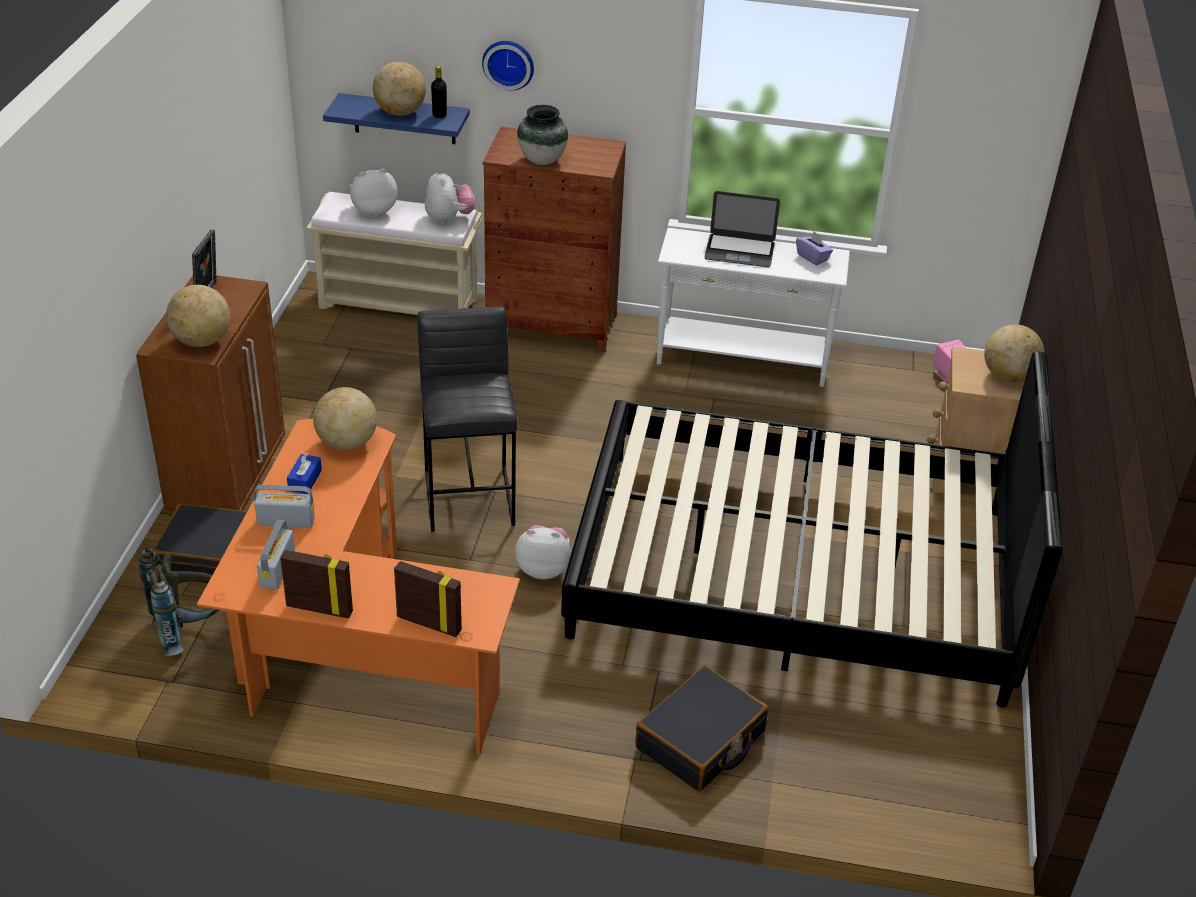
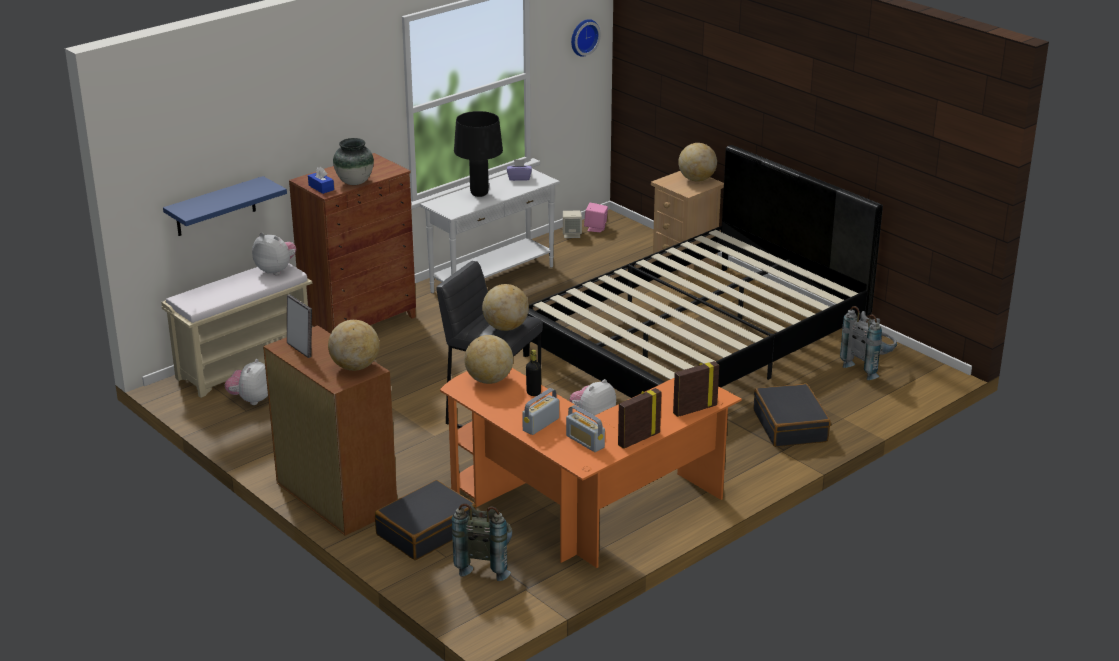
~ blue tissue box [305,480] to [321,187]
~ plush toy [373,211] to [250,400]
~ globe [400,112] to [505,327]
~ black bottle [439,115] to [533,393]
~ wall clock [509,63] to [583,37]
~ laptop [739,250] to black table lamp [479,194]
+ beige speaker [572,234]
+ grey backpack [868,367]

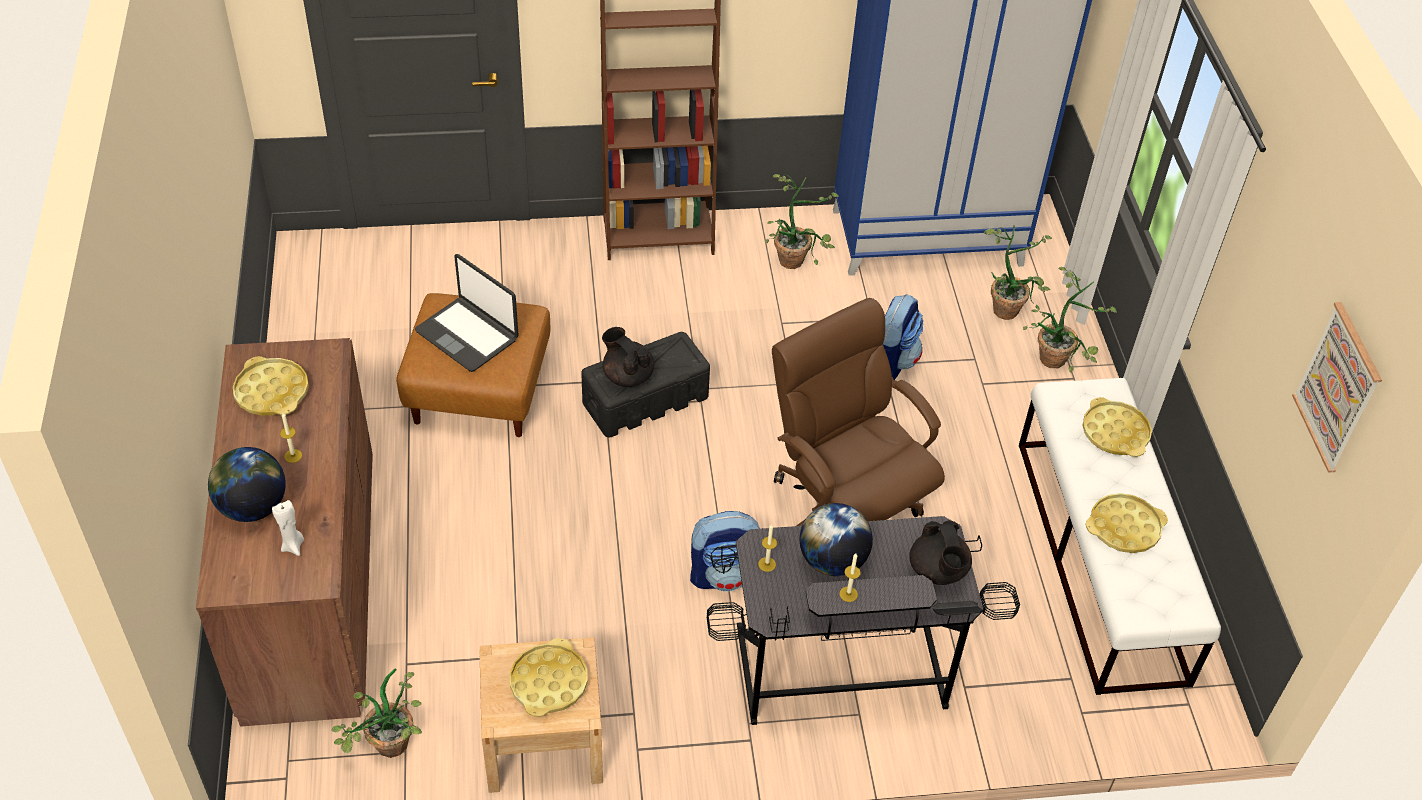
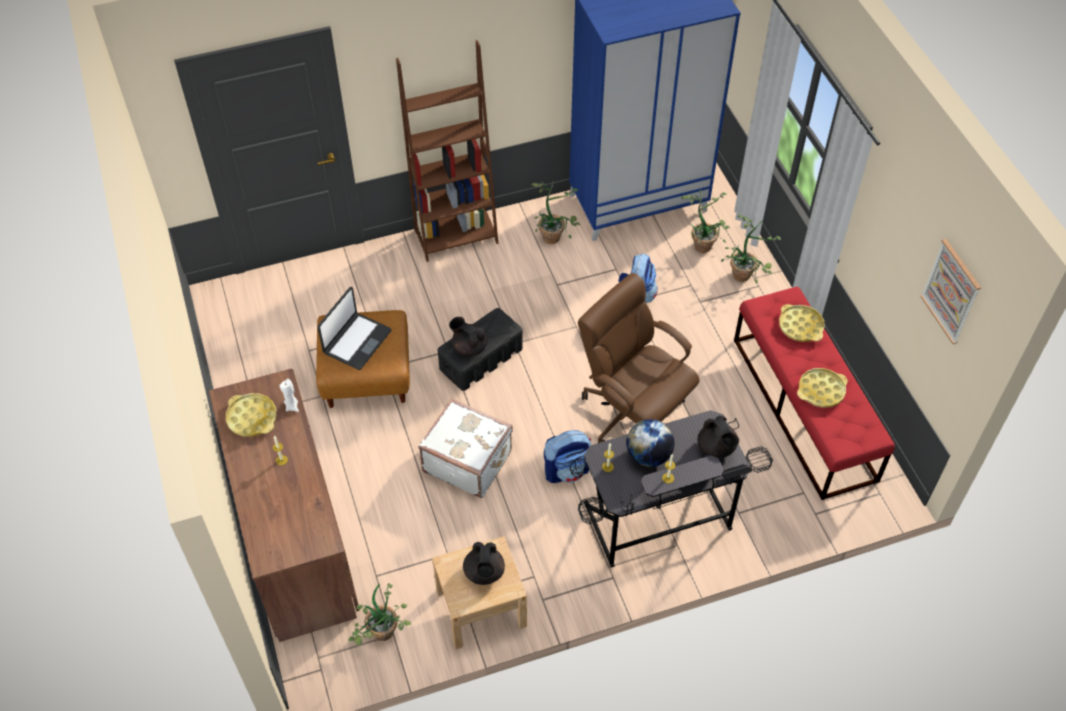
- globe [252,507]
~ white candle [293,546] to [292,406]
~ laptop [468,335] = [356,341] 90 degrees counterclockwise
~ yellow tray [548,682] to black teapot [484,573]
~ white bench [1100,560] to red bench [804,409]
+ white suitcase [467,460]

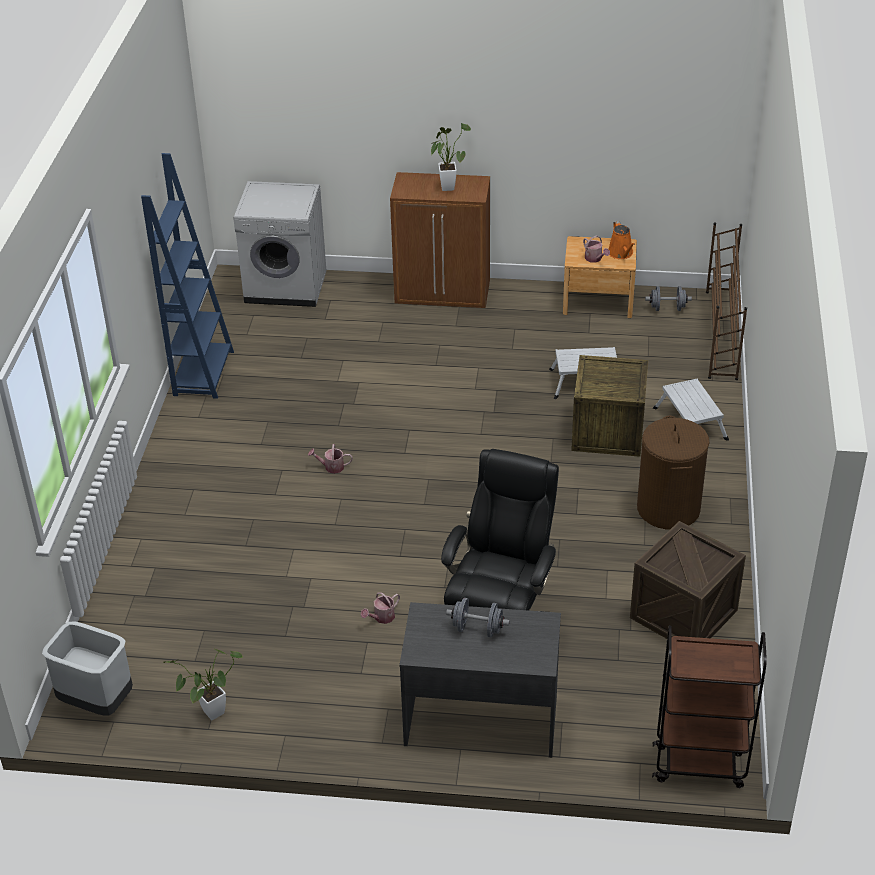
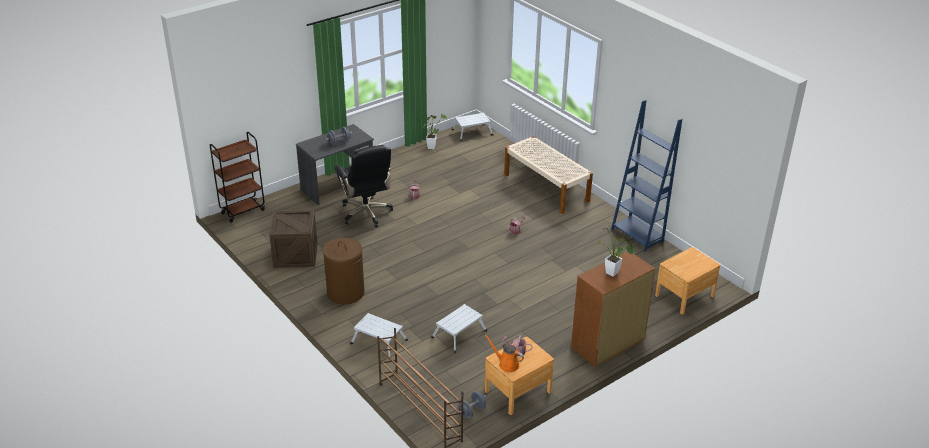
~ grey trash can [95,702] to white step ladder [472,132]
~ white washing machine [285,288] to brown nightstand [684,296]
- crate [608,431]
+ beige bench [546,188]

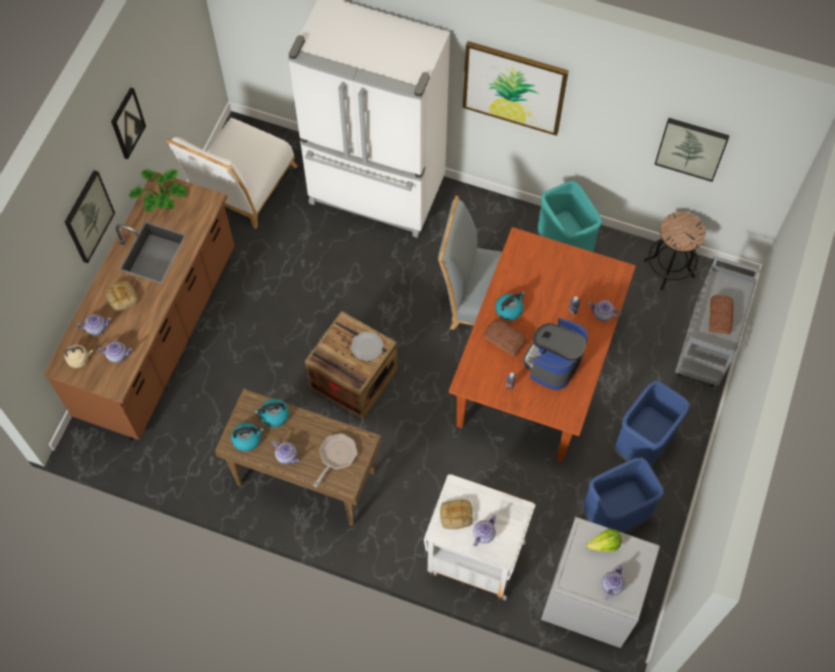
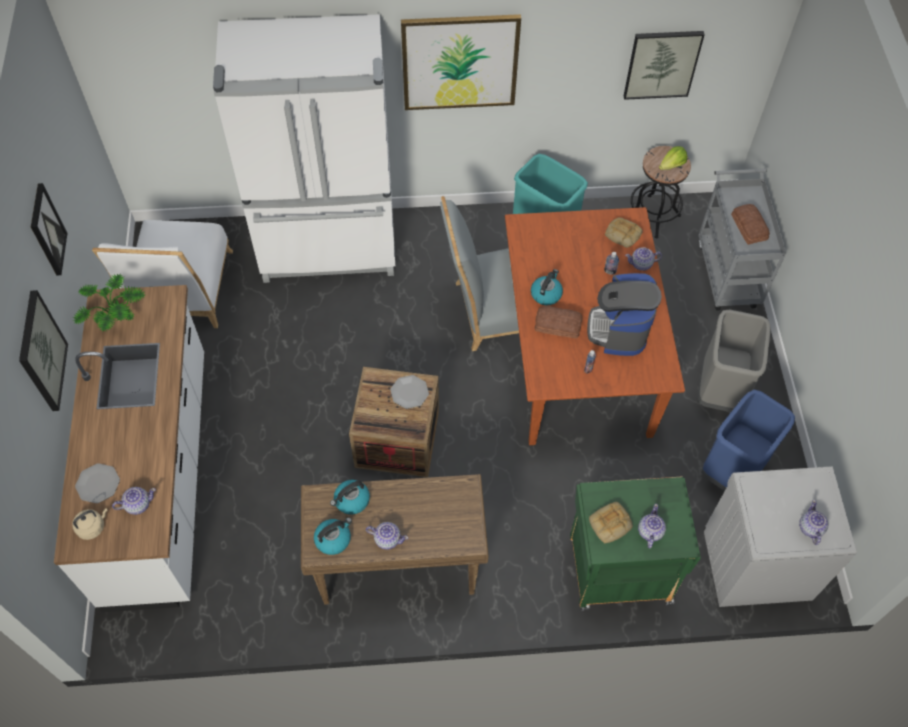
~ brown counter [160,335] to white counter [160,477]
~ teapot [96,328] to plate [98,484]
~ bread [121,297] to [622,234]
- frying pan [336,456]
~ white cart [474,556] to green cart [617,571]
~ lettuce [604,544] to [672,165]
~ blue trash can [642,445] to grey trash can [719,389]

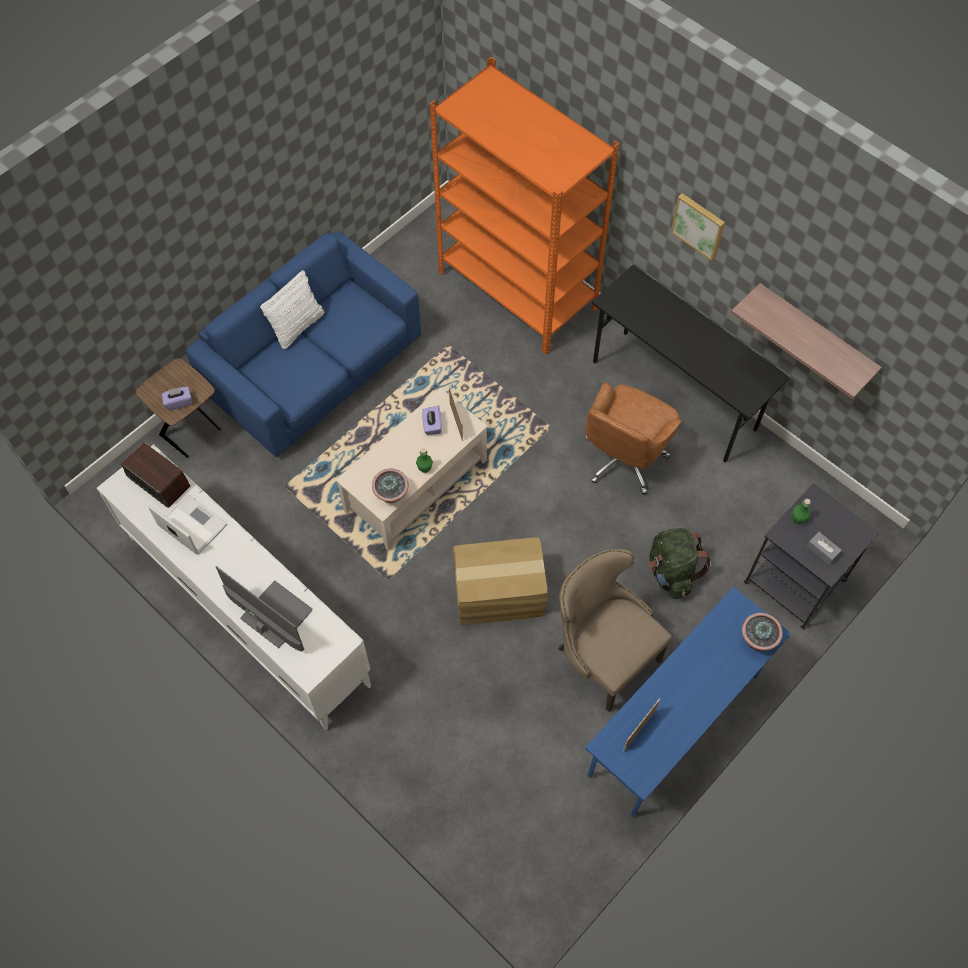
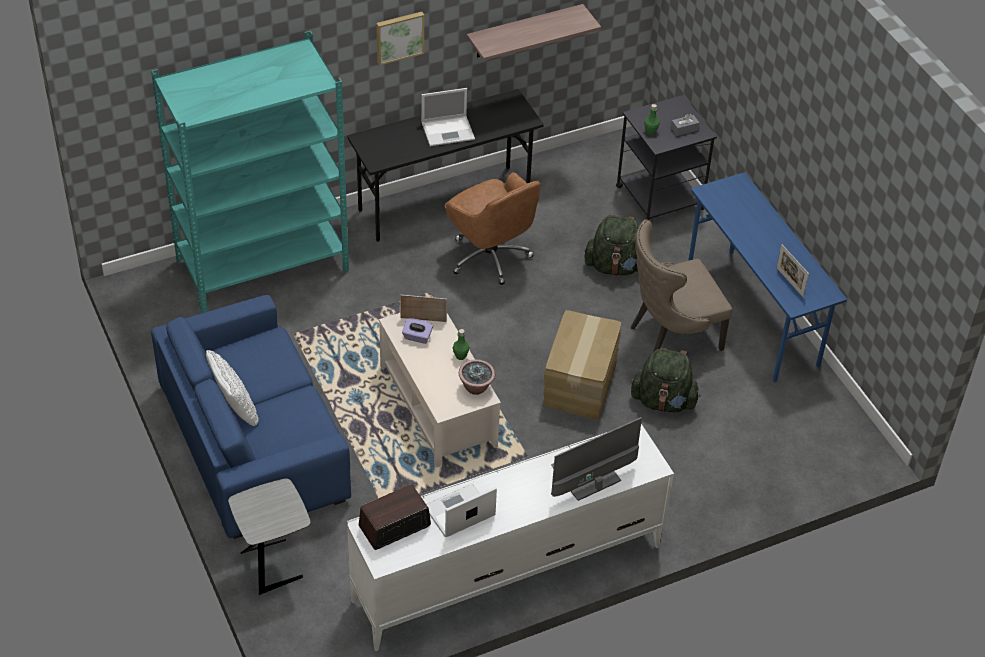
~ brown side table [192,432] to grey side table [273,565]
- purple tissue box [179,402]
~ orange bookcase [517,290] to turquoise bookcase [262,265]
- potted plant [757,640]
+ laptop [449,131]
+ green backpack [663,401]

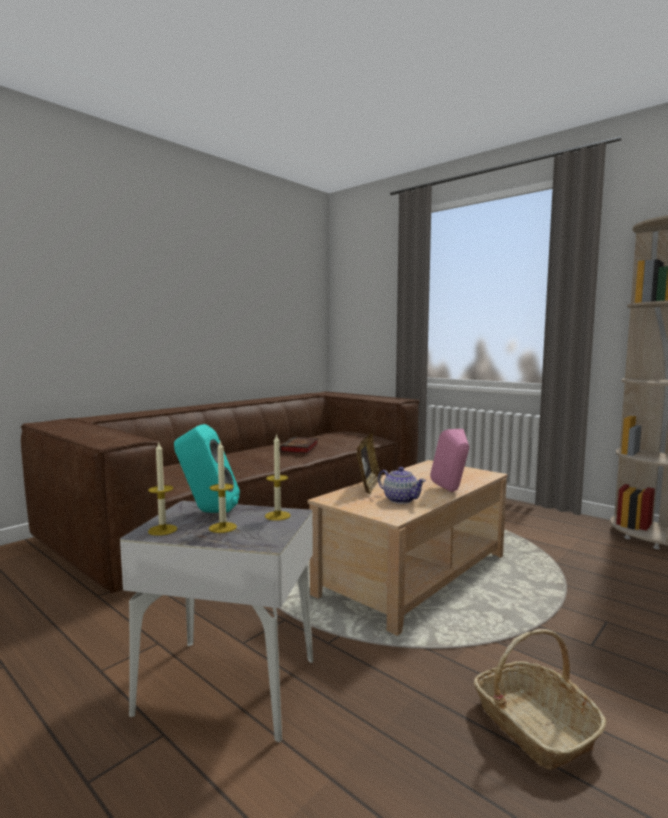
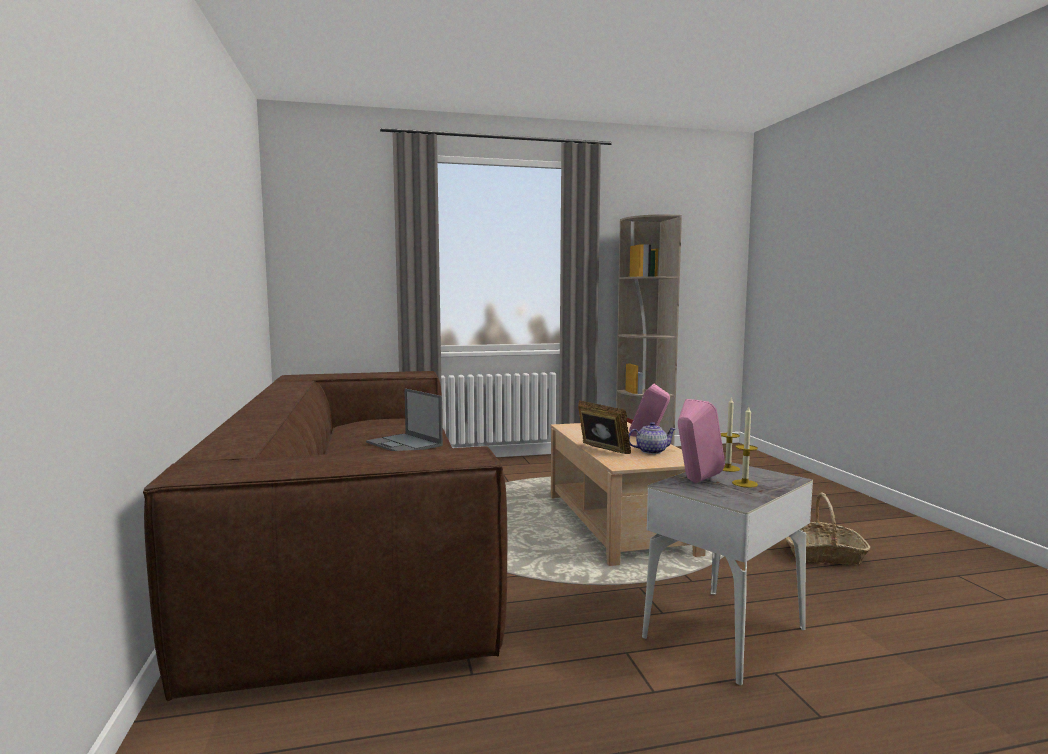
- candle [162,530]
~ turquoise speaker [207,512] to pink speaker [695,482]
~ book [299,448] to laptop [405,444]

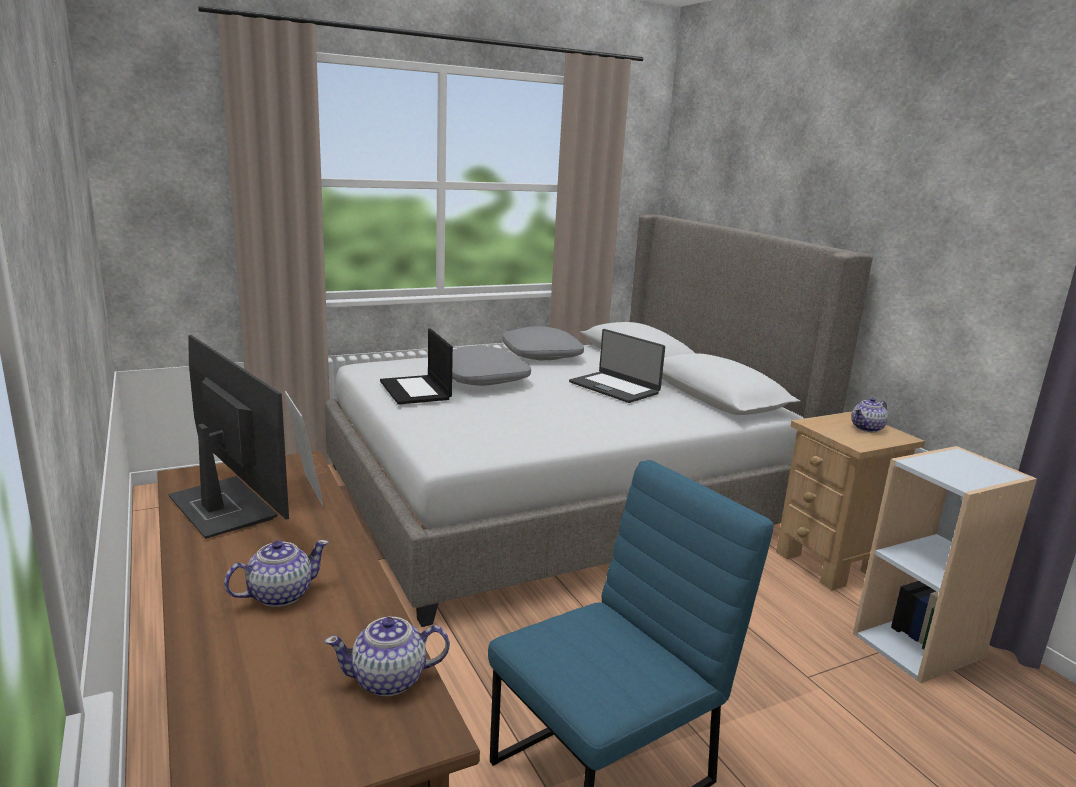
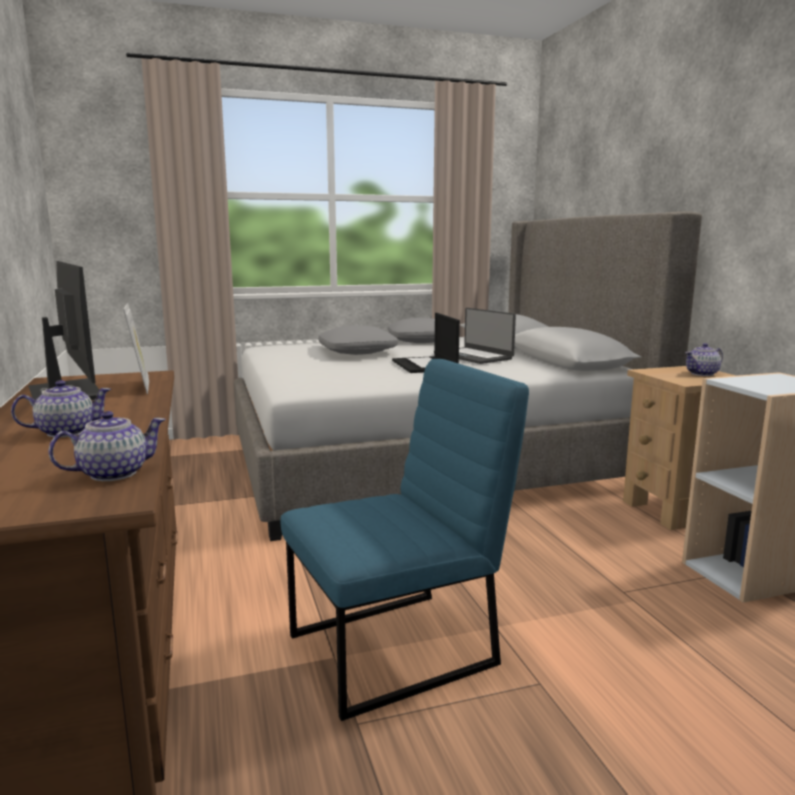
~ teapot [390,680] = [112,473] 150 degrees clockwise
~ laptop [416,390] to [425,365]

